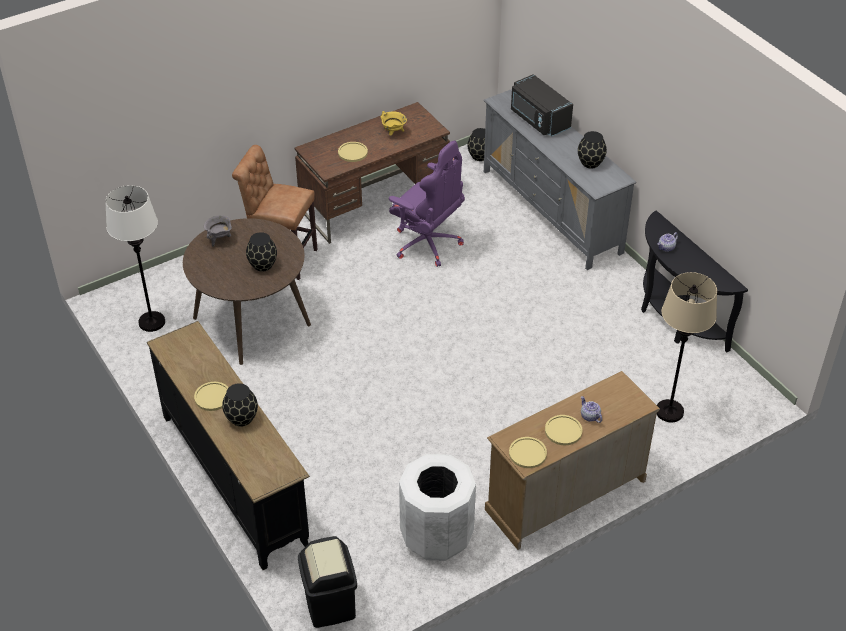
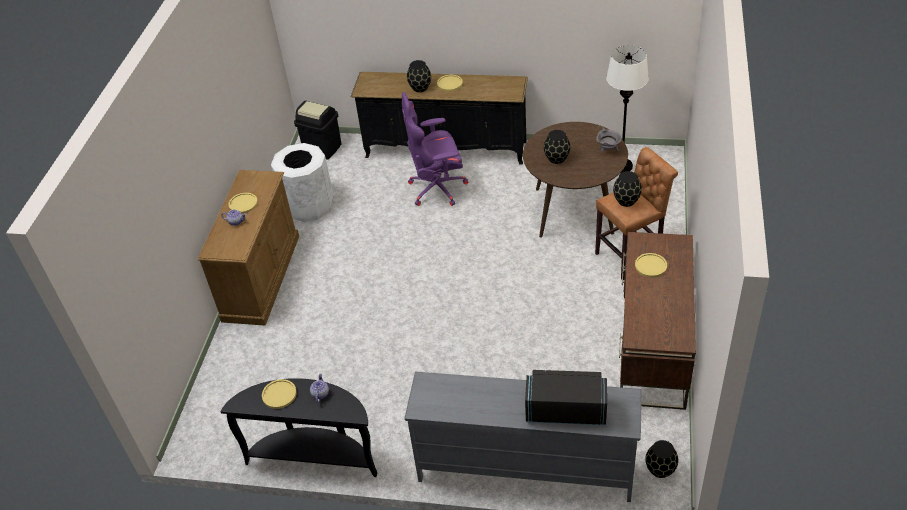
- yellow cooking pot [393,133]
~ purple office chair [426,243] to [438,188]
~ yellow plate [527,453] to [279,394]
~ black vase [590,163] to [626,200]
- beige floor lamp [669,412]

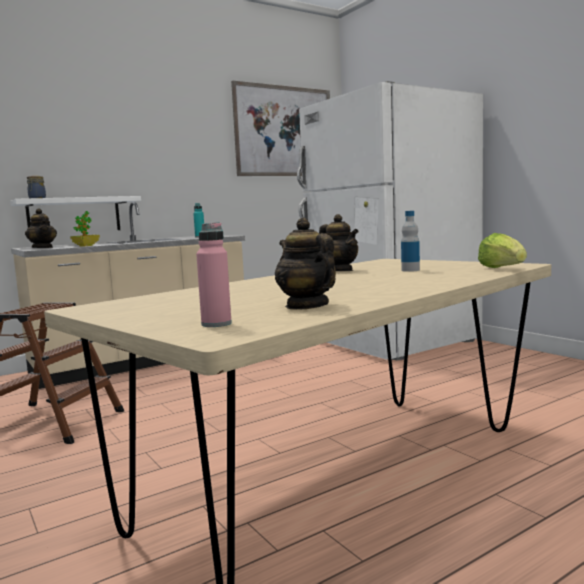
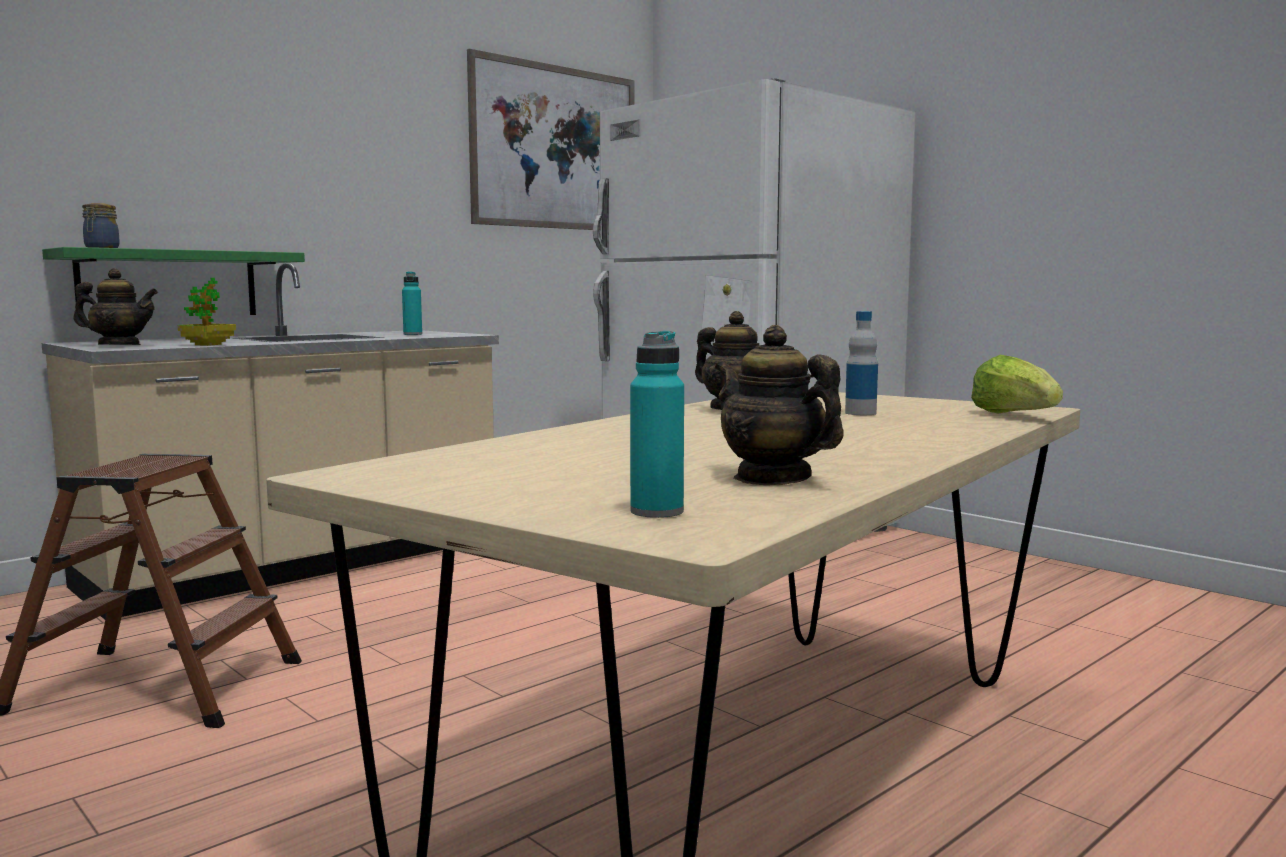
~ white shelf [74,215] to green shelf [169,284]
~ teapot [43,248] = [119,345] 45 degrees counterclockwise
~ pink bottle [216,324] to turquoise bottle [656,512]

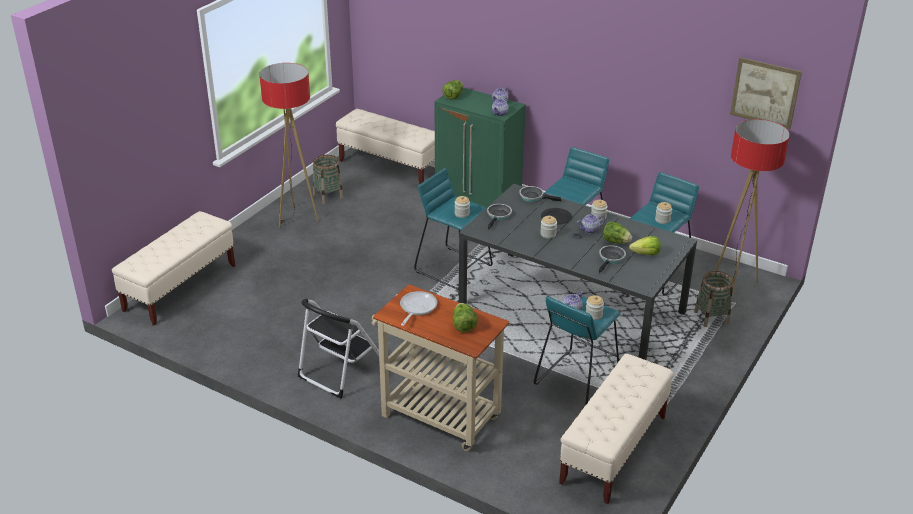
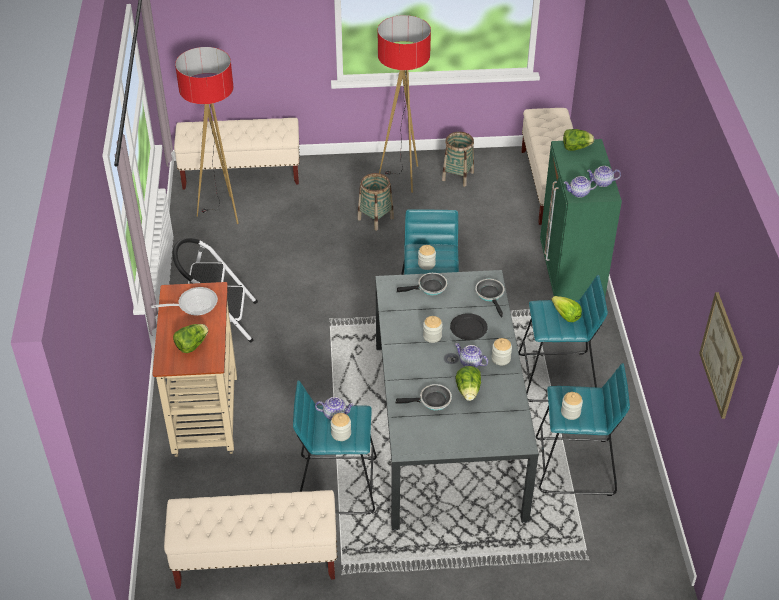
~ lettuce [645,254] to [565,316]
~ basket [711,317] to [375,218]
~ floor lamp [733,285] to [221,212]

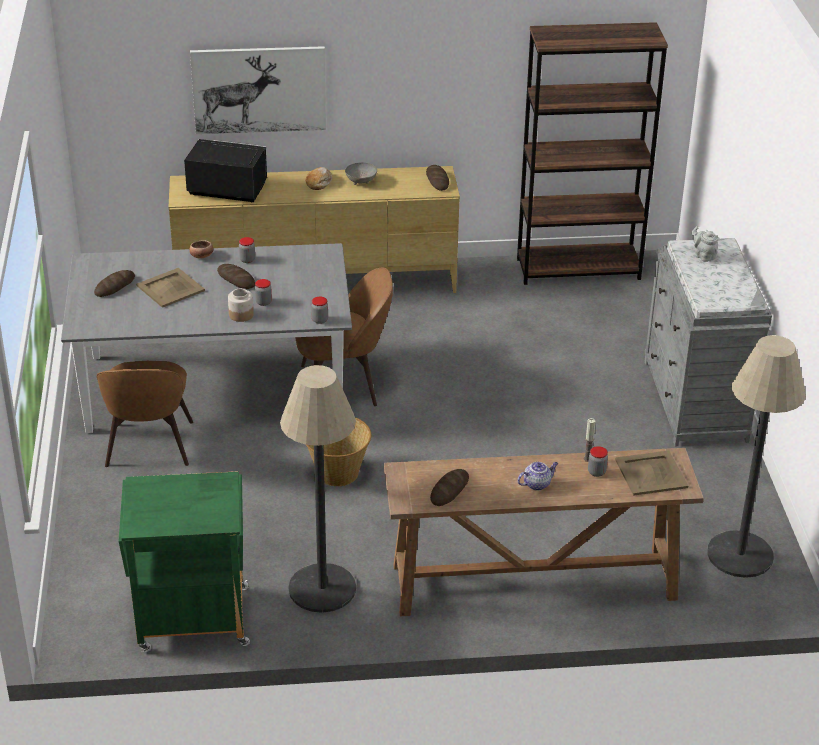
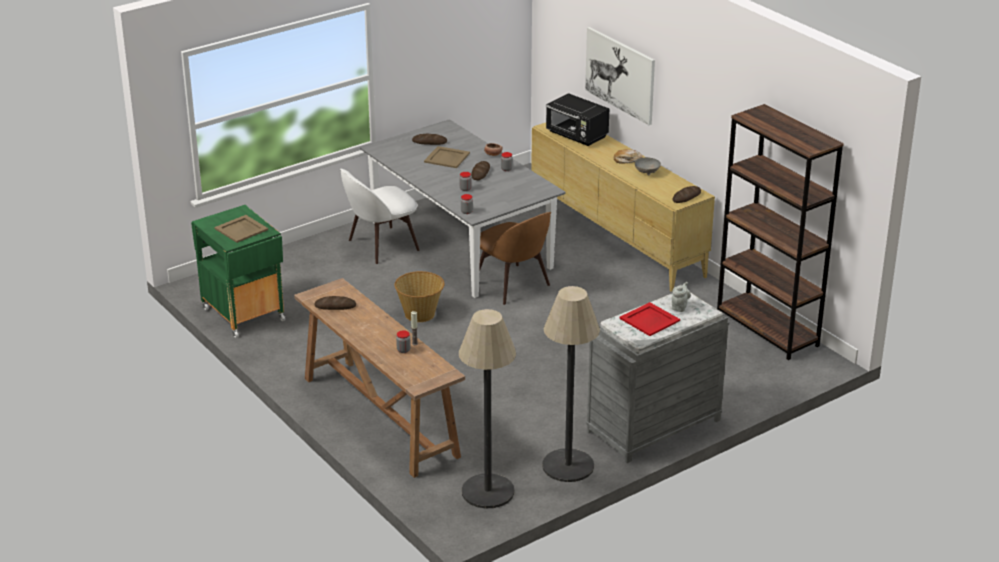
~ brown chair [149,447] to white chair [380,246]
~ black microwave [226,190] = [577,136] 150 degrees clockwise
- jar [241,315]
~ floor lamp [322,588] to [568,466]
- teapot [537,484]
~ beige tray [650,474] to [240,229]
+ red tray [649,319]

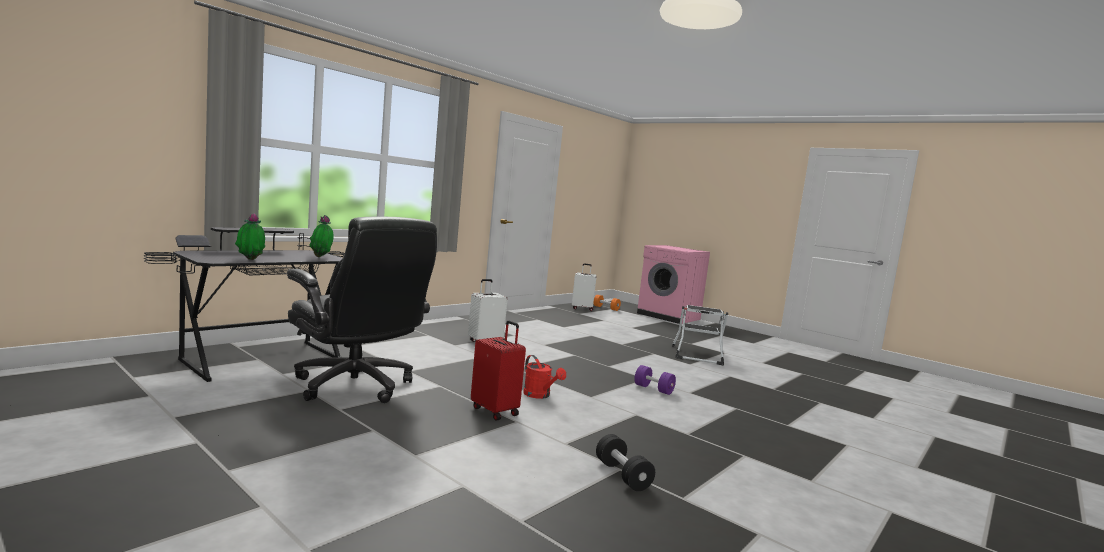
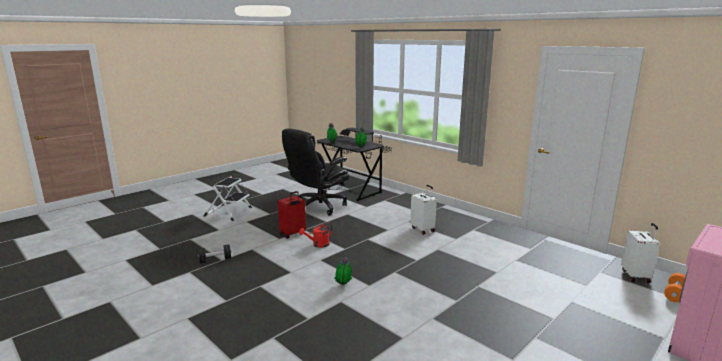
~ purple dumbbell [653,389] to potted plant [343,285]
~ step ladder [698,354] to [228,212]

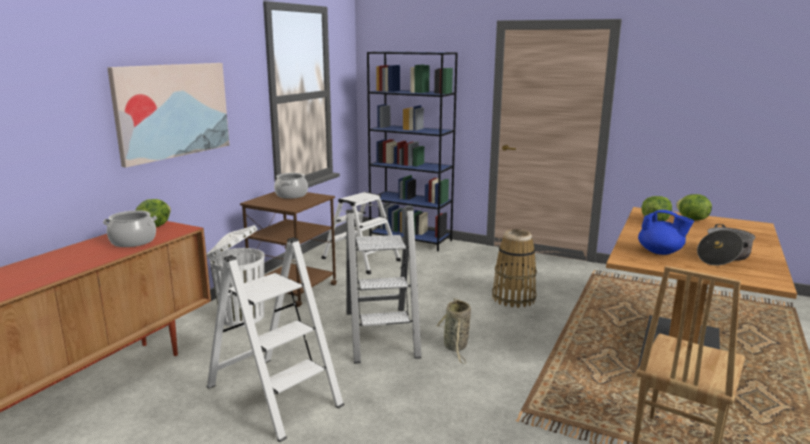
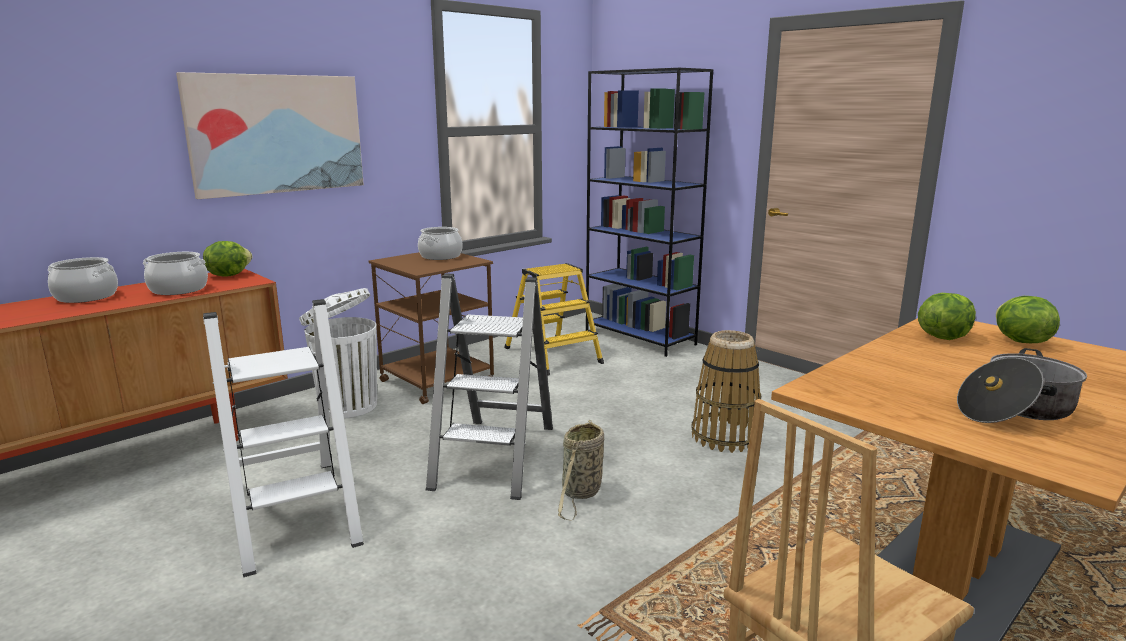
~ white step ladder [361,259] to yellow step ladder [552,355]
- blue teapot [660,252]
+ cooking pot [87,297]

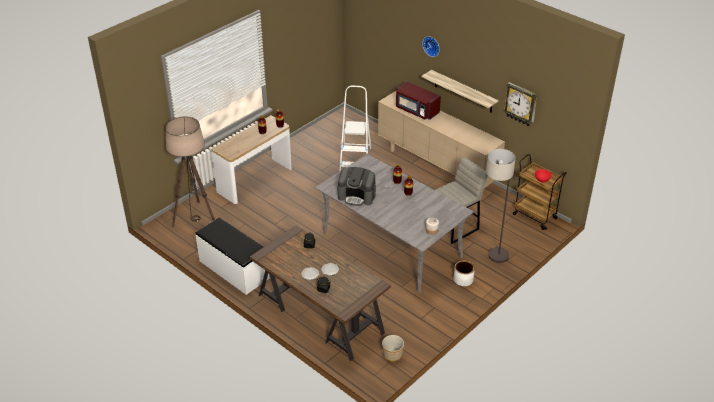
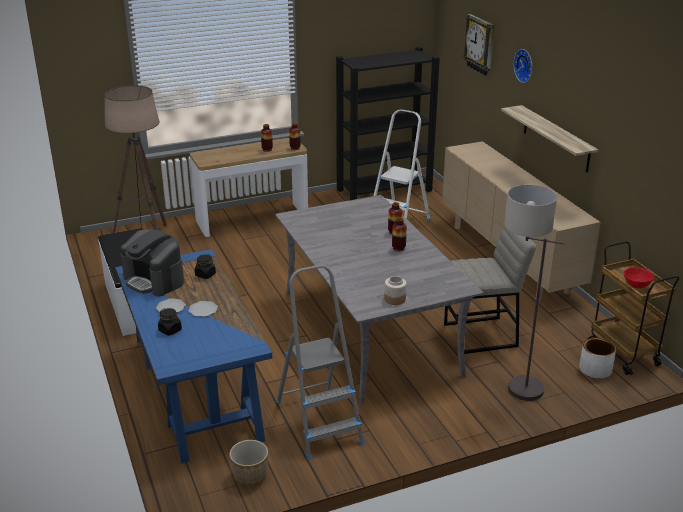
~ brown desk [319,314] to blue desk [194,387]
~ coffee machine [357,196] to [154,280]
- red microwave [416,110]
~ white planter [463,280] to [595,370]
~ wall clock [521,104] to [480,45]
+ grey step ladder [319,422]
+ black bookcase [384,190]

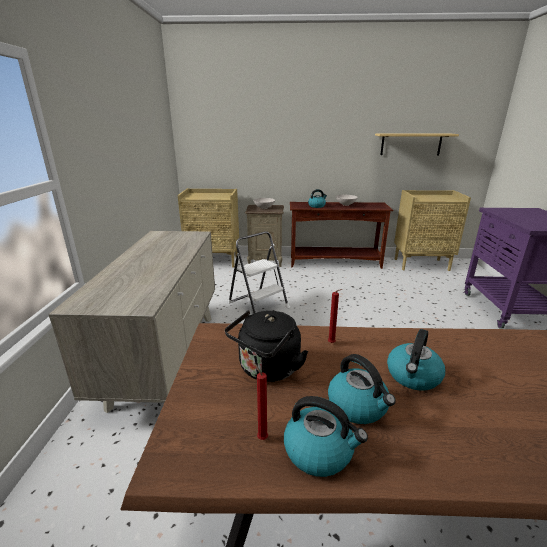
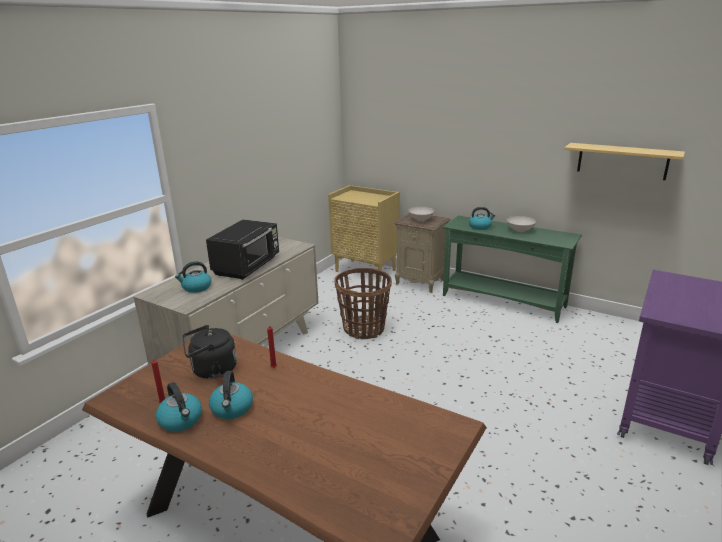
~ white step ladder [257,304] to basket [364,329]
~ brown console table [335,262] to green console table [503,301]
~ kettle [413,376] to [196,288]
- beige cabinet [421,264]
+ black microwave [248,266]

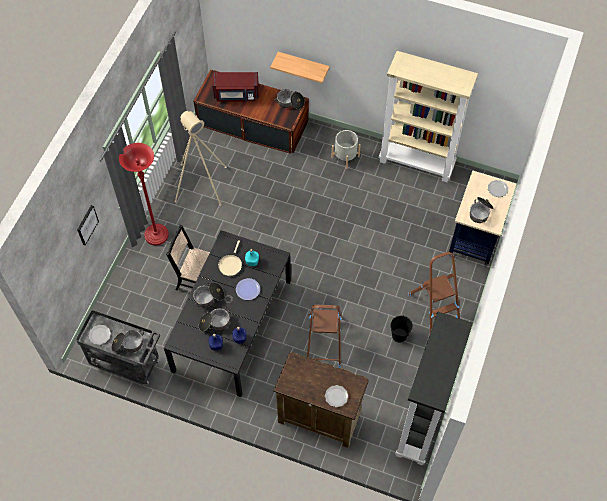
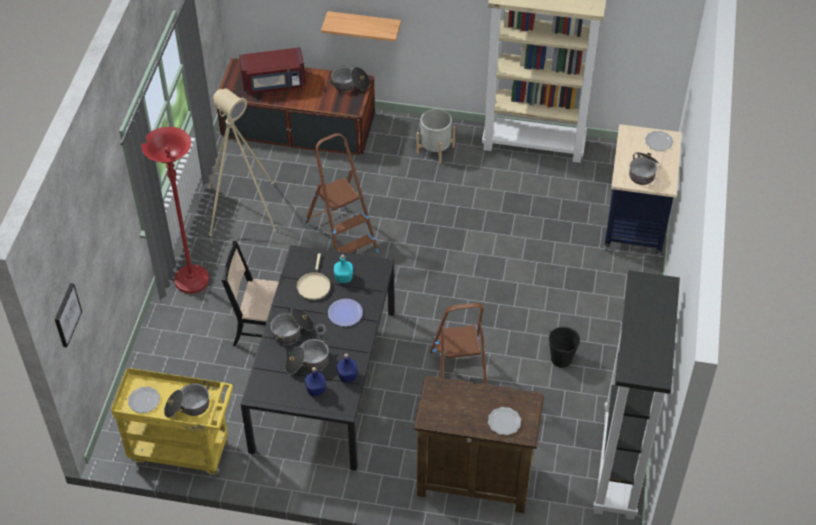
~ black cart [128,365] to yellow cart [184,453]
~ picture [87,225] to [66,315]
~ brown step ladder [434,311] to [341,237]

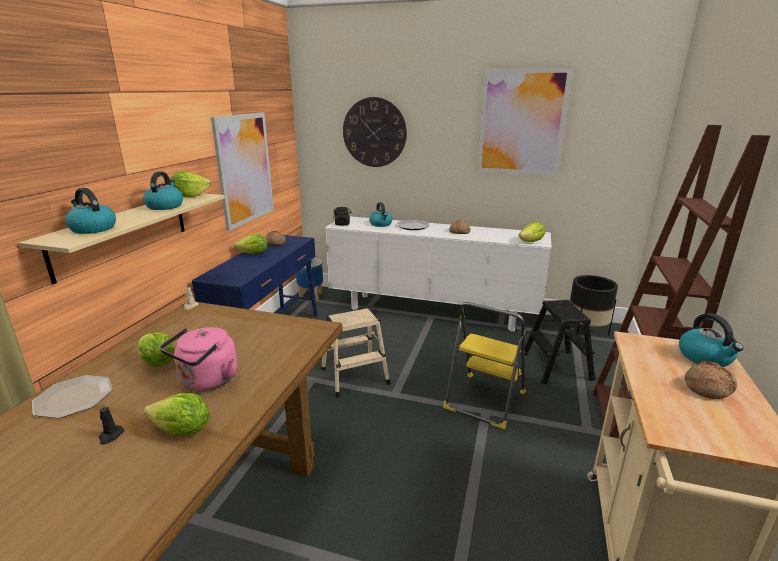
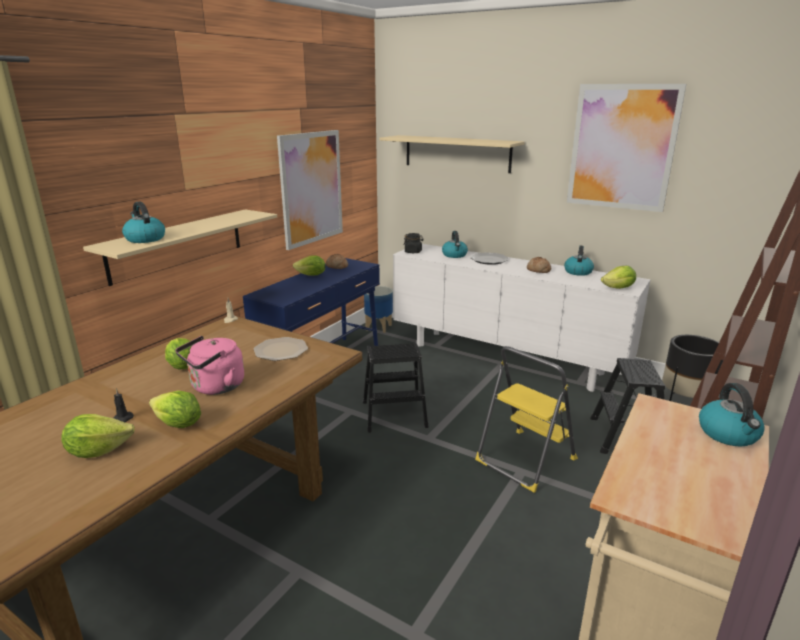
~ plate [73,398] to [280,350]
~ kettle [165,206] to [578,272]
~ lettuce [189,196] to [98,451]
~ beige step ladder [355,375] to black step ladder [394,413]
~ wall clock [374,132] to beige shelf [457,153]
- bread [707,387]

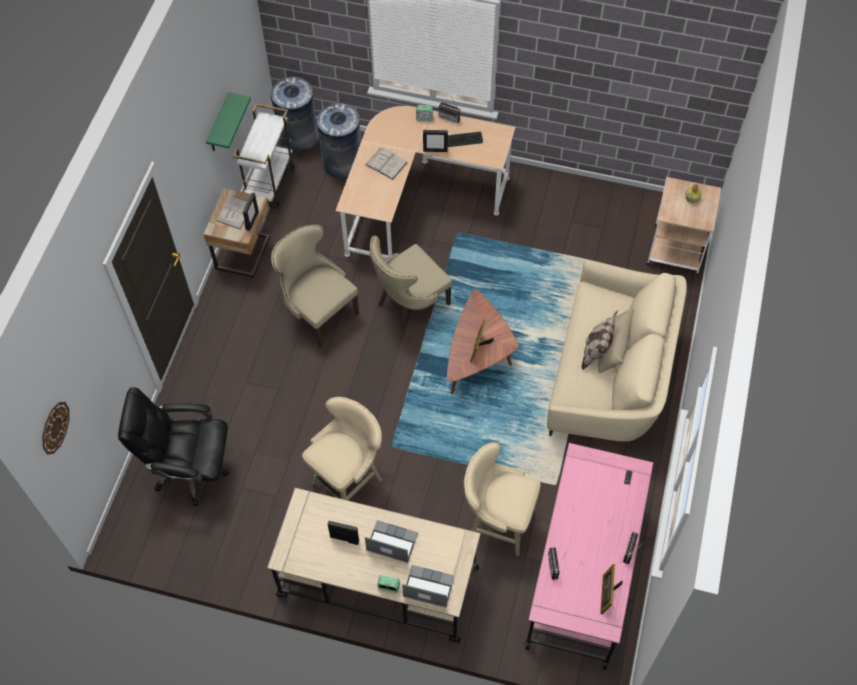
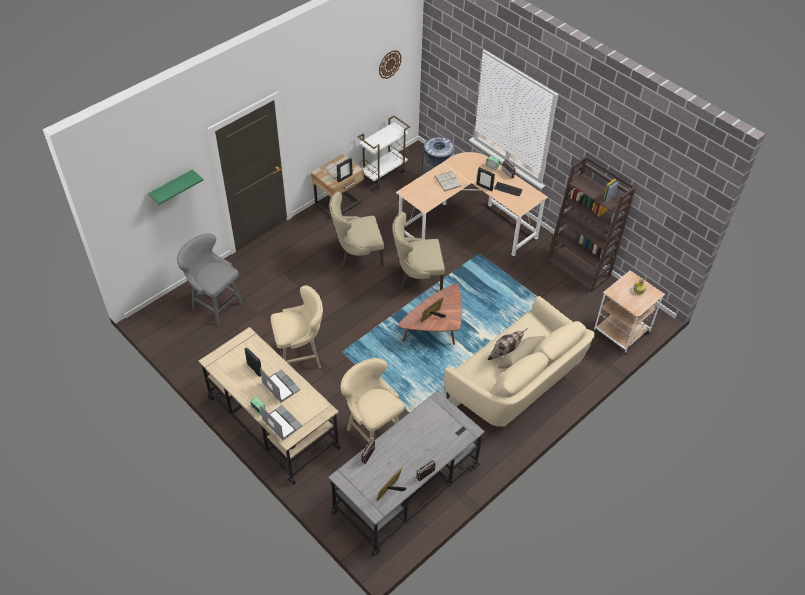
~ wall clock [55,427] to [389,64]
~ black office chair [192,471] to grey stool [215,304]
~ green shelf [219,125] to [172,188]
- grey trash can [298,136]
~ beige chair [318,312] = [357,256] 90 degrees counterclockwise
~ pink desk [583,570] to grey desk [407,489]
+ brown bookcase [579,268]

